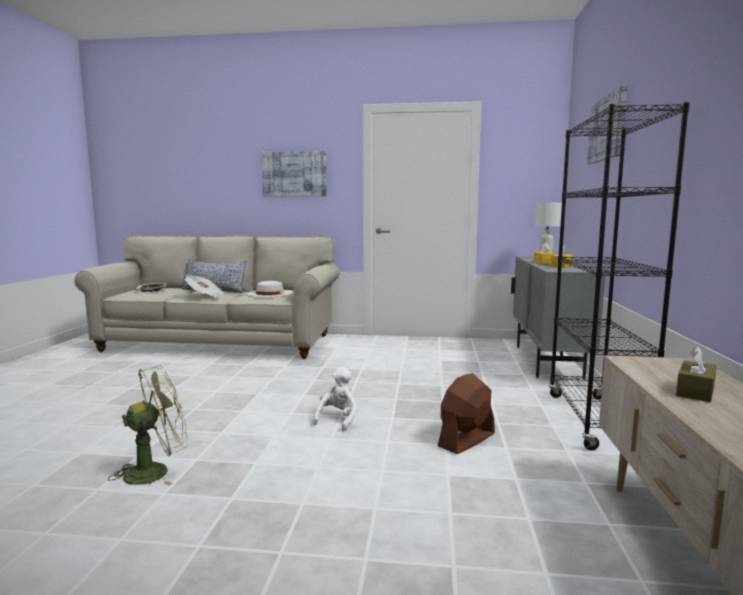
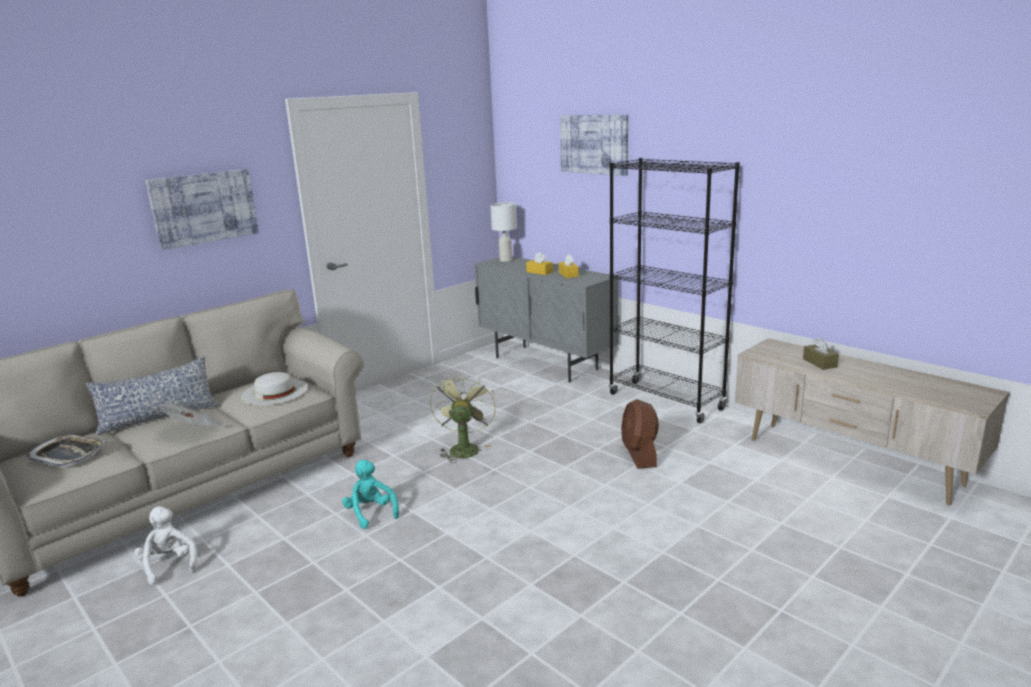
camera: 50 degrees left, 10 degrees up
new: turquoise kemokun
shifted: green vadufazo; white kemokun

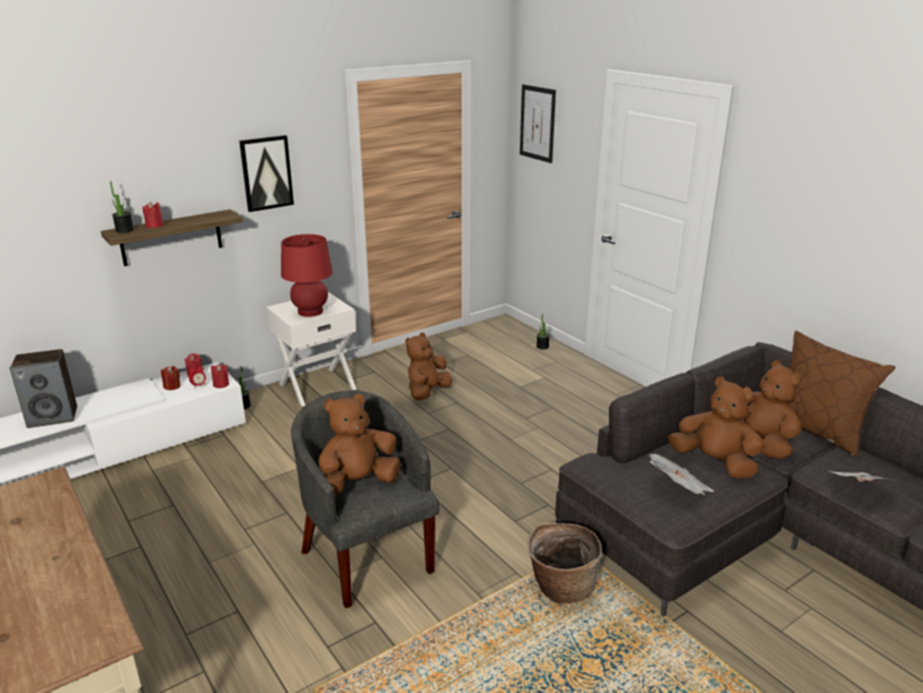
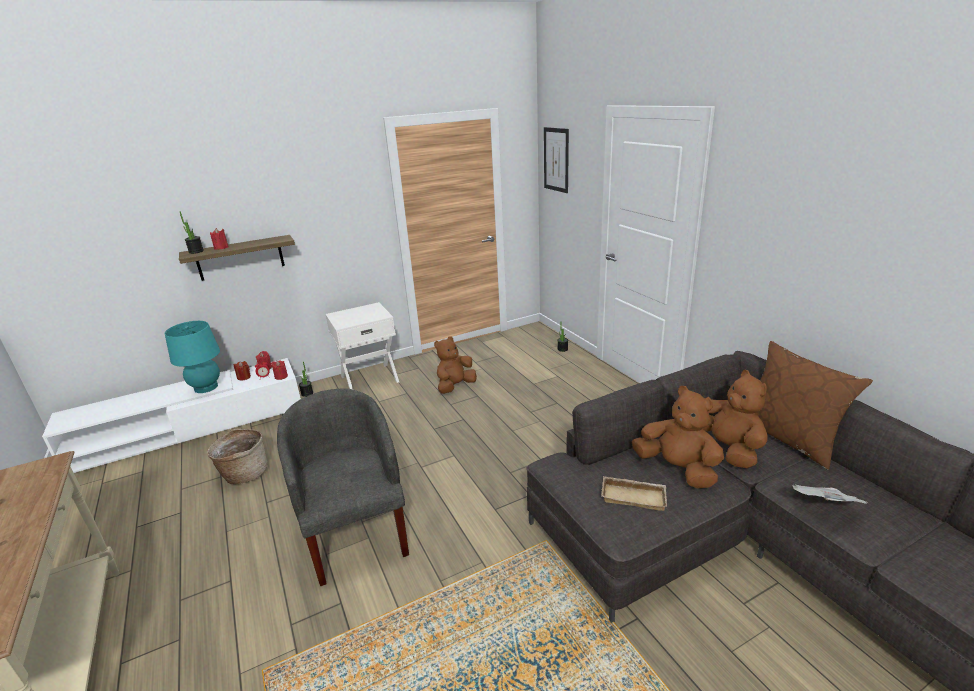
camera: 10 degrees right, 0 degrees up
gone: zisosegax (no. 1 from left); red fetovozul; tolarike; brown kemokun (no. 1 from left)
new: turquoise fetovozul
shifted: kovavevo
swapped: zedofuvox (no. 1 from left) to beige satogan

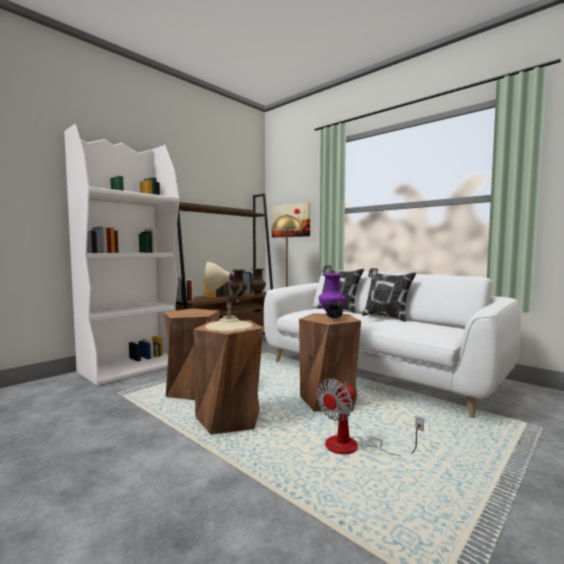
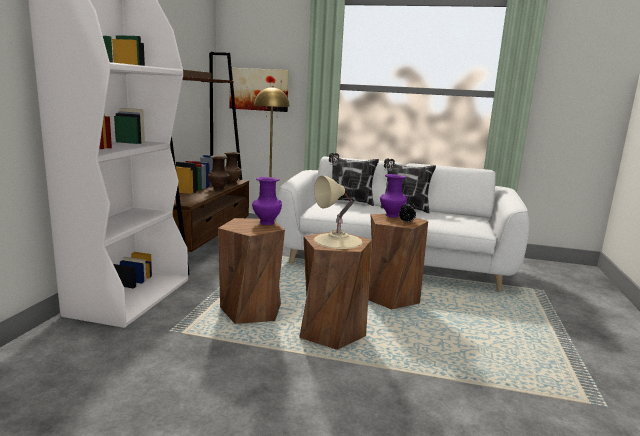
camera: 30 degrees left, 10 degrees up
gone: vadufazo
new: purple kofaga (no. 1 from left)

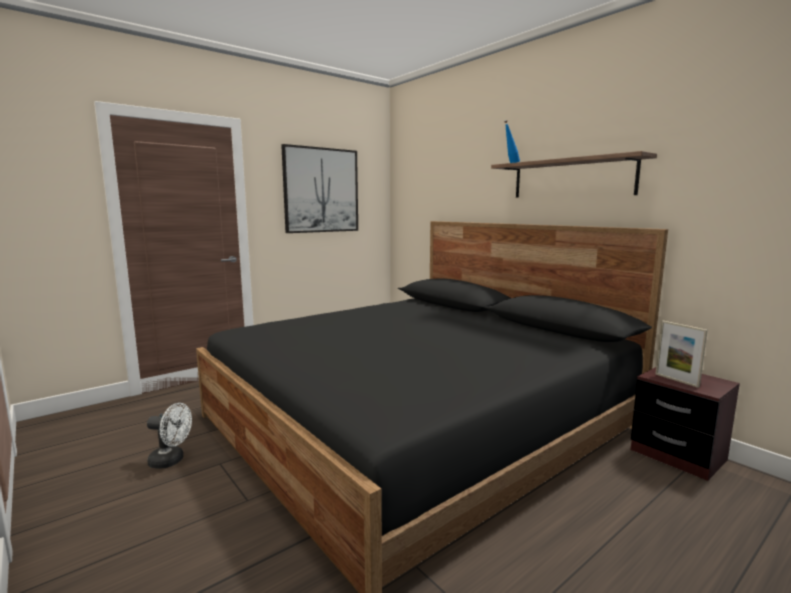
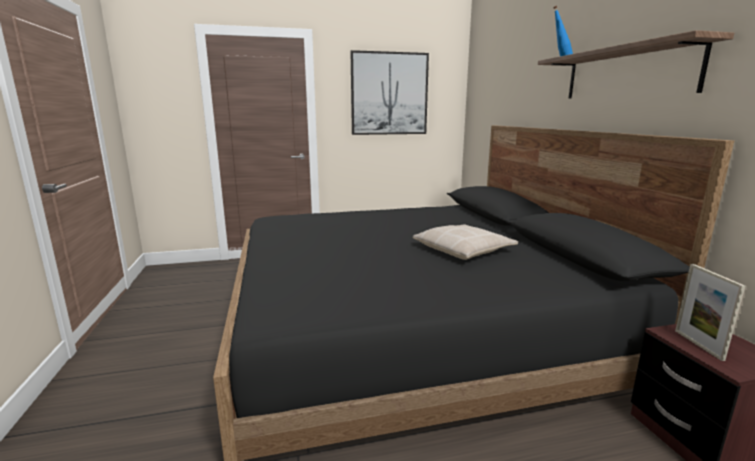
camera: 25 degrees right, 5 degrees up
gone: white vadufazo
new: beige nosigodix

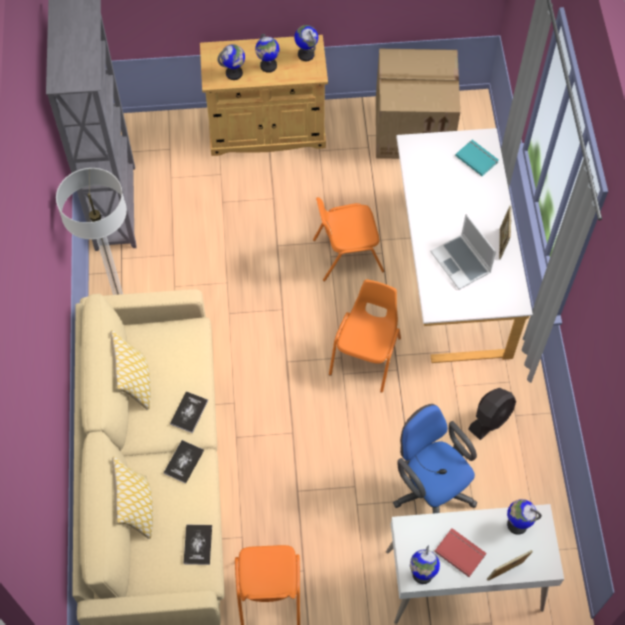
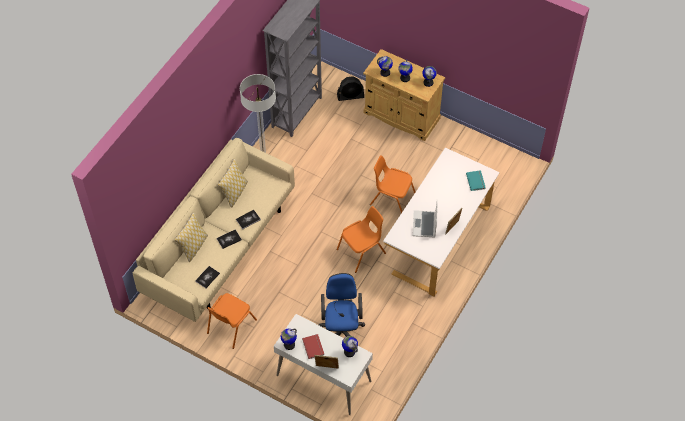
camera: 35 degrees right, 5 degrees down
gone: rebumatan
shifted: black vadufazo

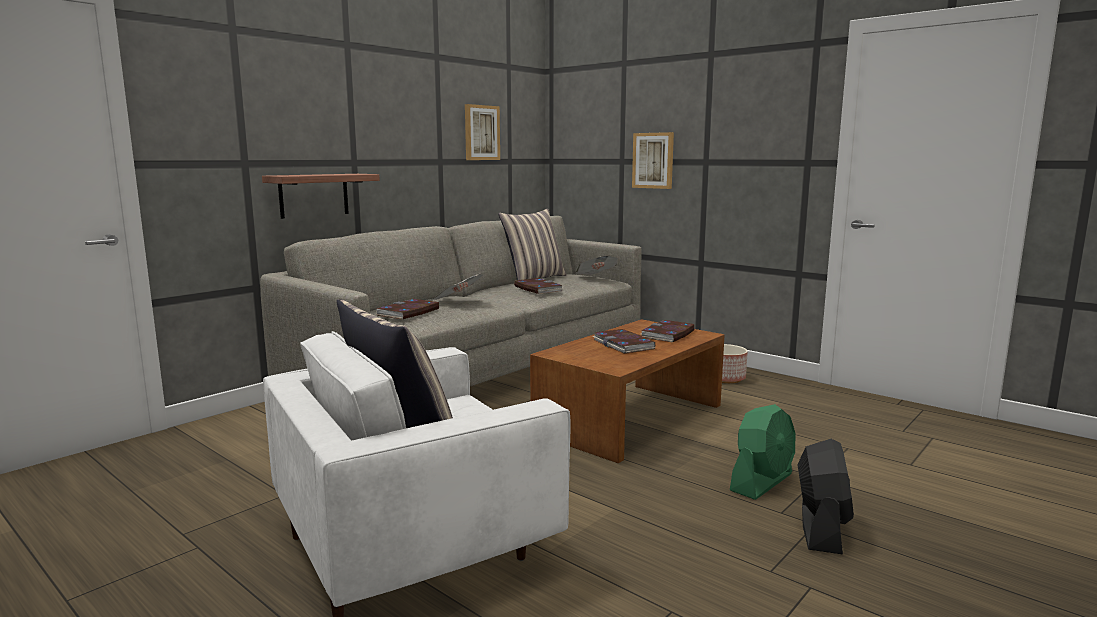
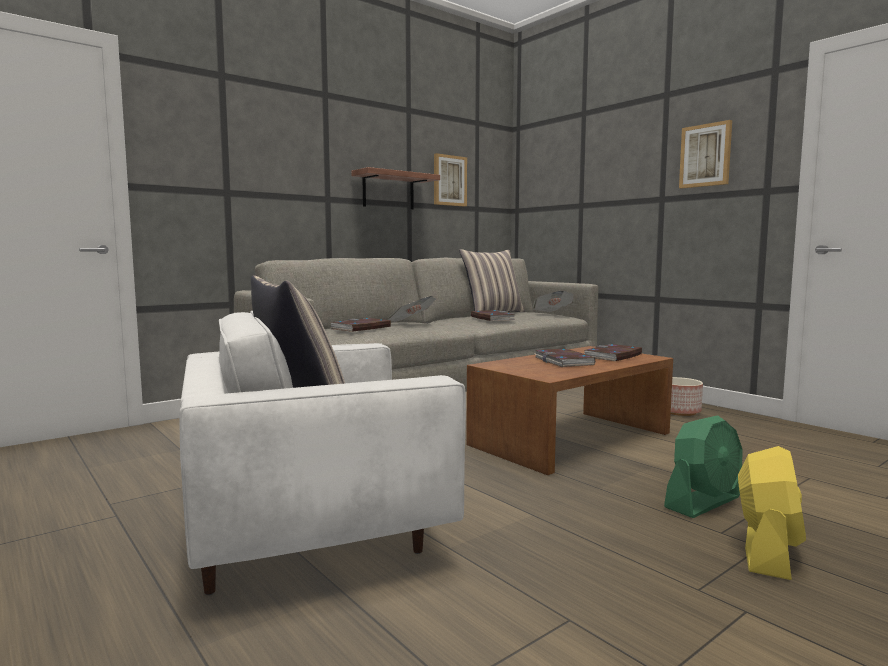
camera: 10 degrees right, 5 degrees down
shifted: zisosegax (no. 2 from left); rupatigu
repainted: black vadufazo to yellow vadufazo

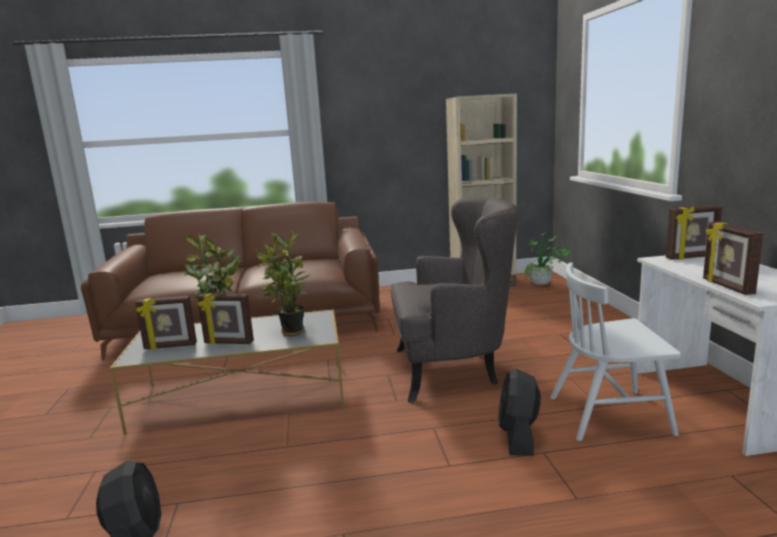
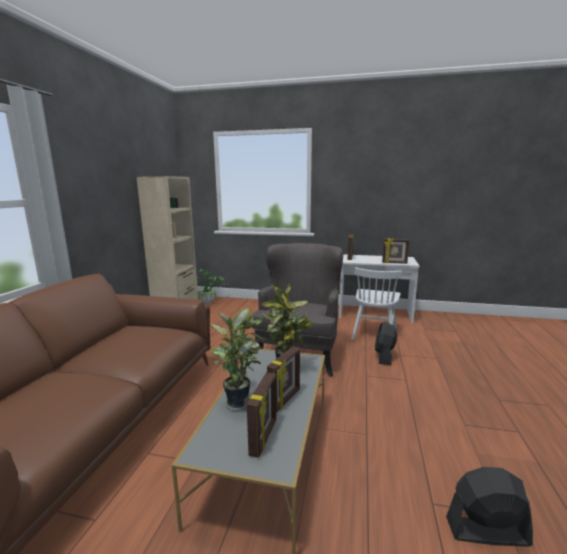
camera: 70 degrees left, 0 degrees up
rotated: black vadufazo (no. 2 from left in the first image) 75 degrees clockwise

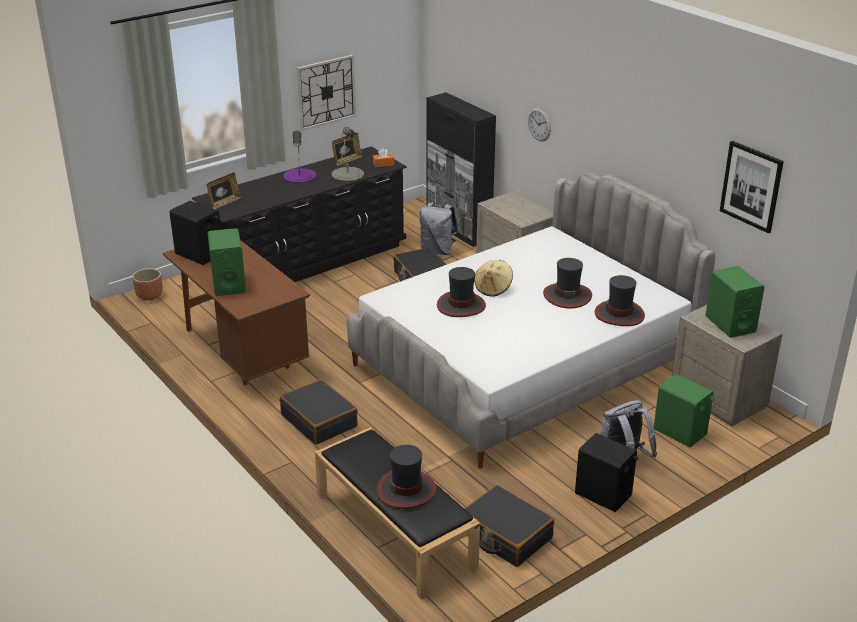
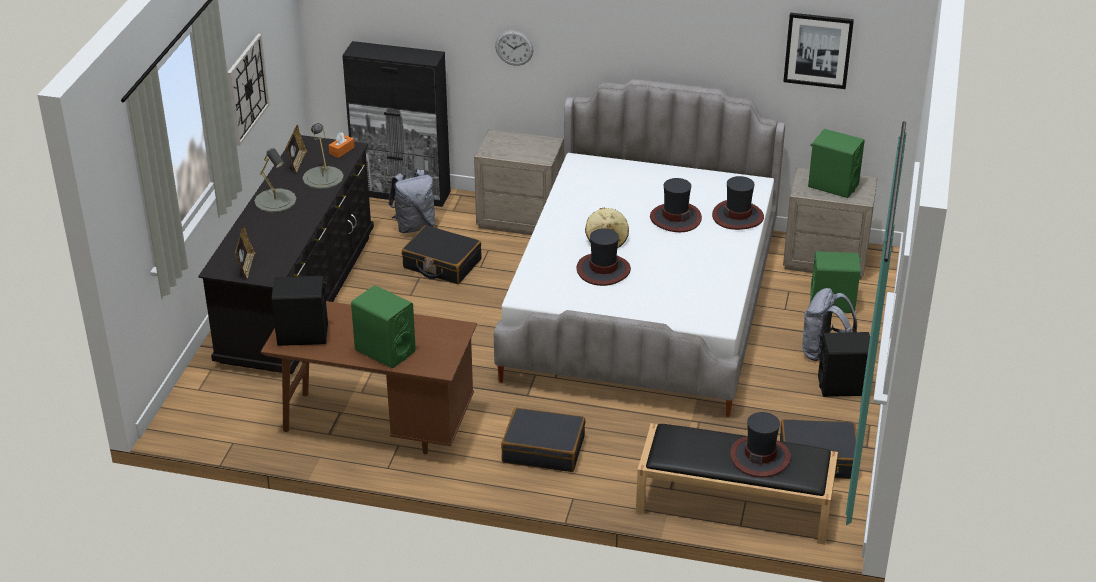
camera: 40 degrees left, 5 degrees up
gone: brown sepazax
repainted: purple fetovozul to grey fetovozul (no. 1 from left)

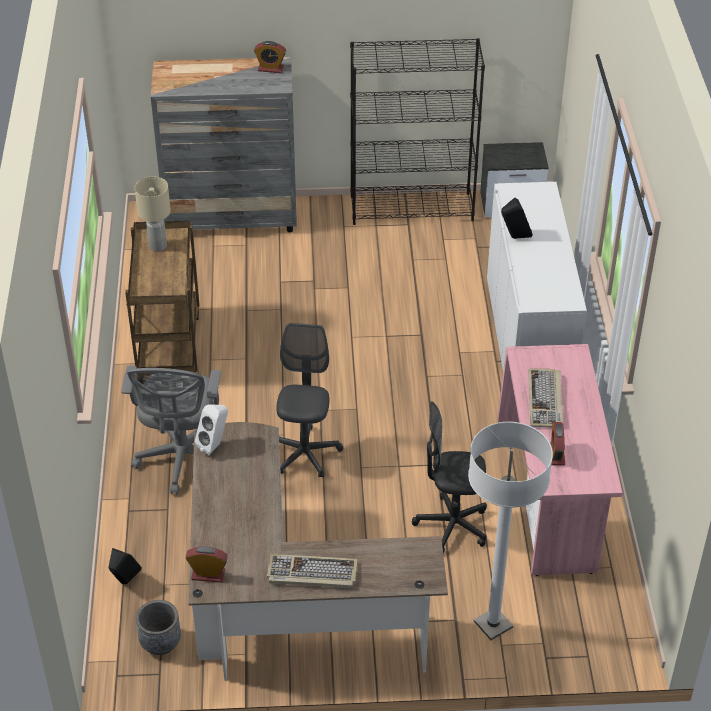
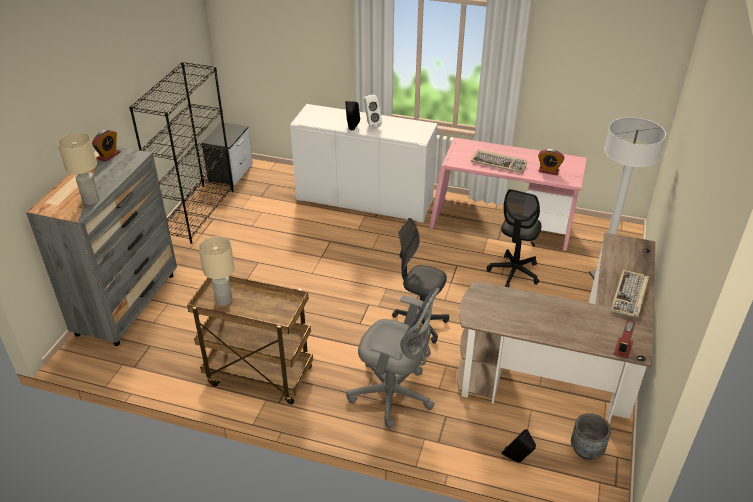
camera: 70 degrees left, 5 degrees down
new: beige fetovozul (no. 1 from left)
shifted: white tolarike

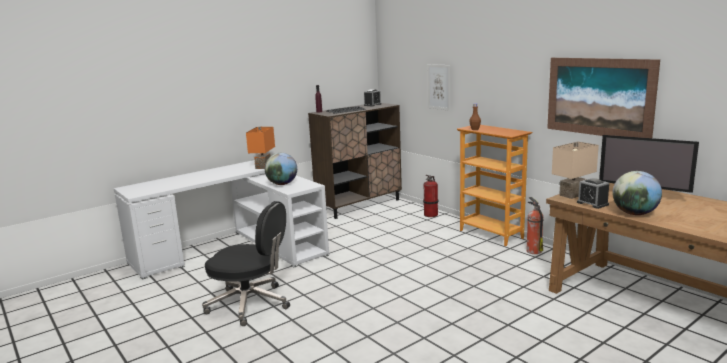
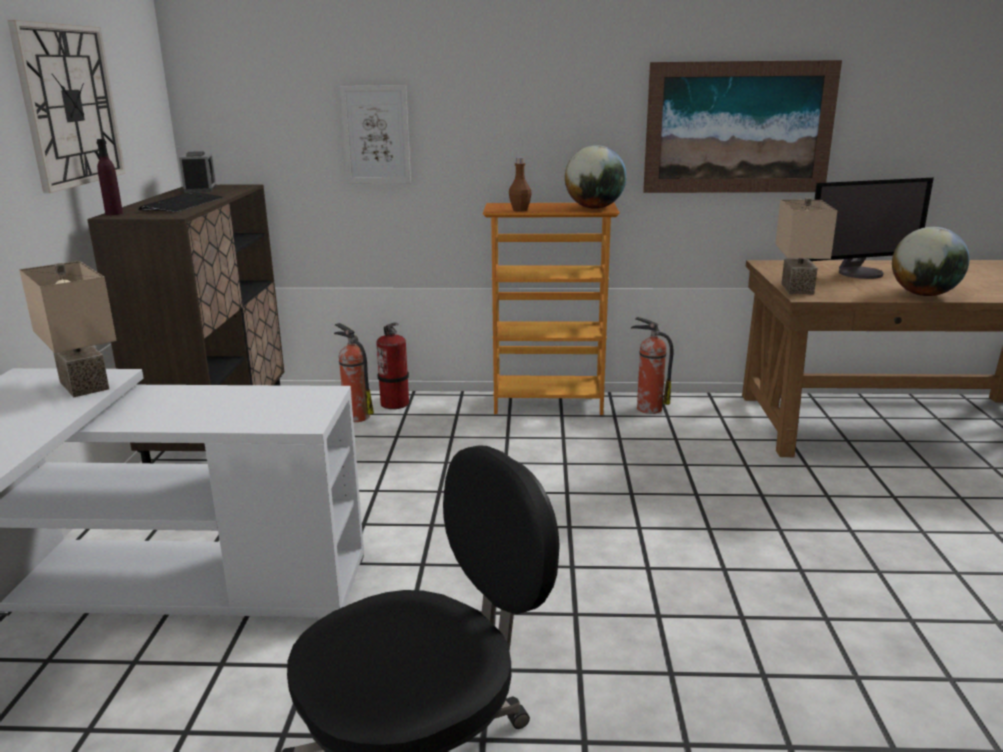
camera: 50 degrees left, 5 degrees up
gone: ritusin (no. 2 from left)
new: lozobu; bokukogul (no. 1 from left)
shifted: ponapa (no. 1 from left)
repainted: orange fetovozul to beige fetovozul (no. 1 from left)

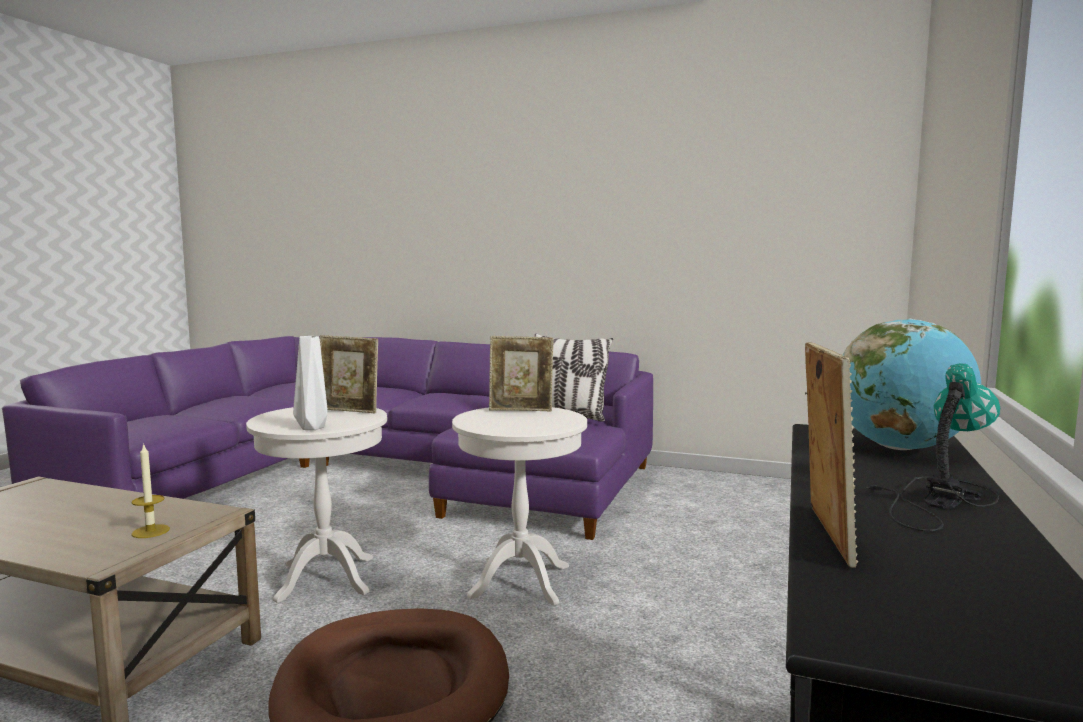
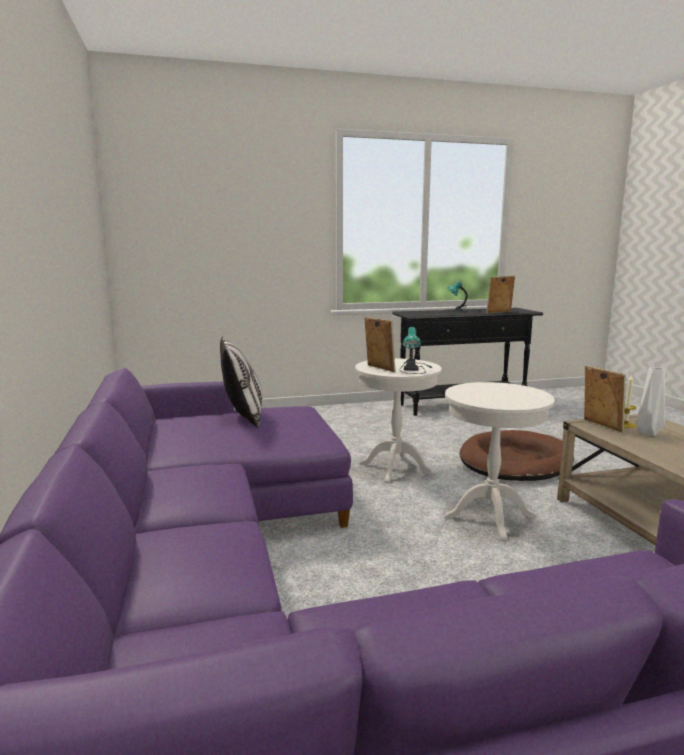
camera: 125 degrees left, 5 degrees up
gone: ponapa
new: fetovozul (no. 1 from left)
shifted: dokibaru (no. 1 from left in the first image) to dokibaru (no. 3 from left); white kofaga

